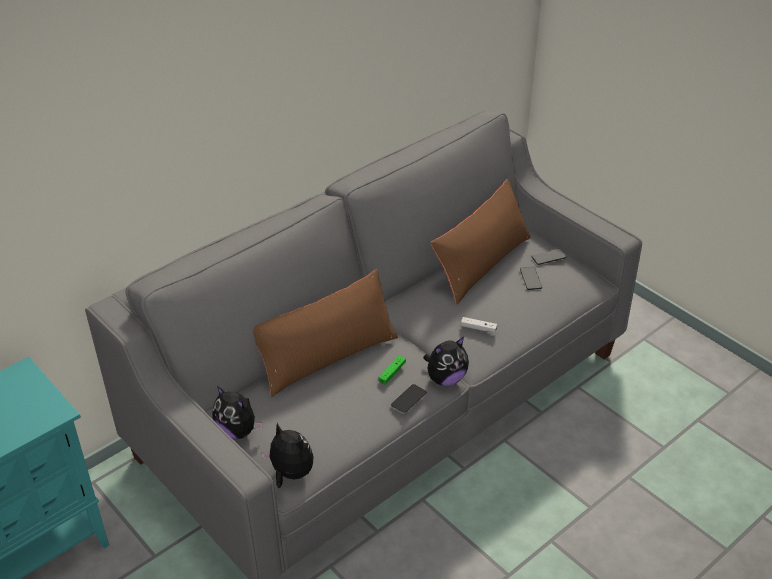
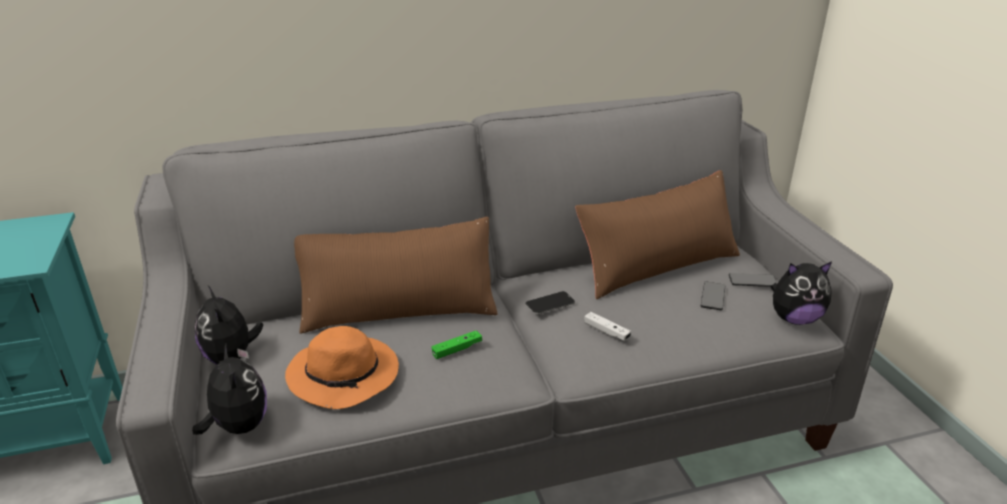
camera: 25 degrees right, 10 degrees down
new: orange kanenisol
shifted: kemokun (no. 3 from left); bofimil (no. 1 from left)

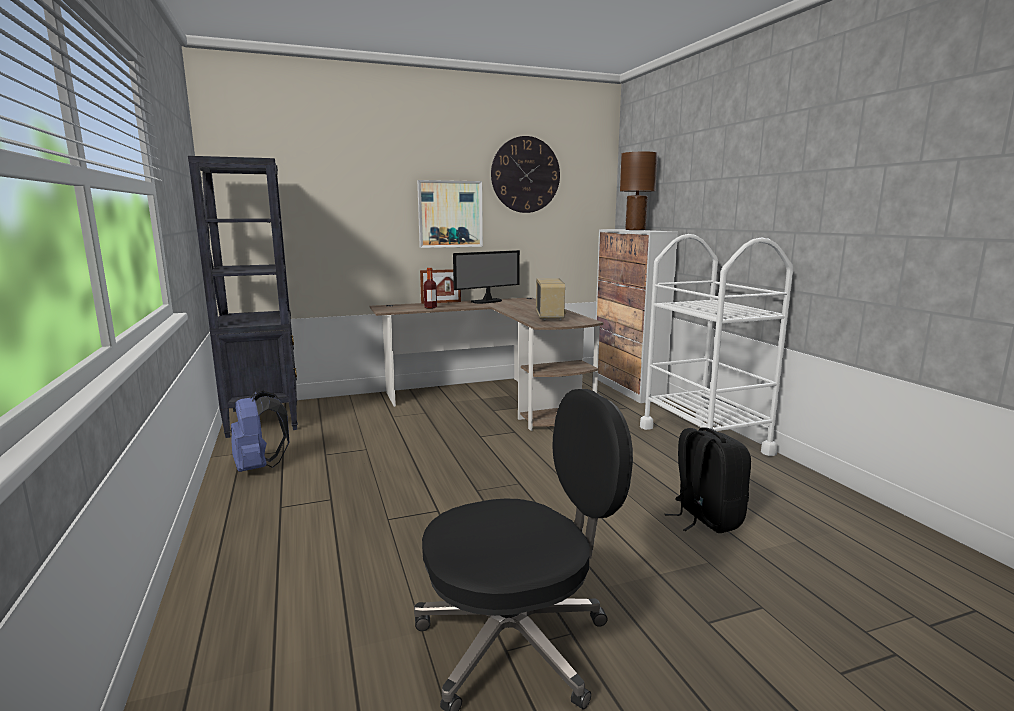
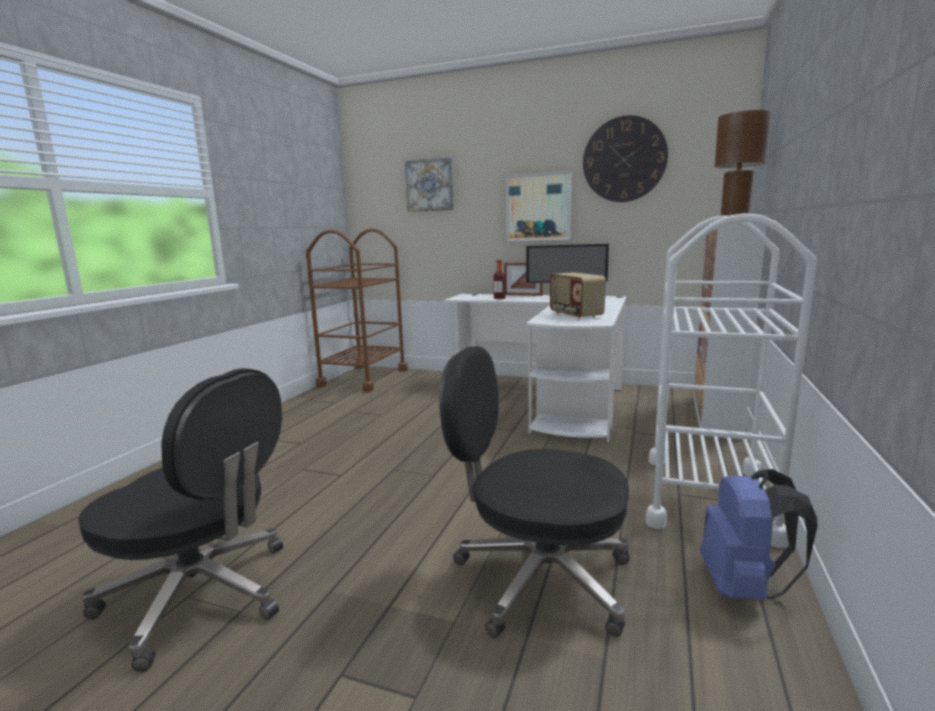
camera: 40 degrees right, 0 degrees up
new: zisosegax (no. 1 from left)
shifted: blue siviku
swapped: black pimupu to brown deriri; black siviku to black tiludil (no. 2 from left)
repainted: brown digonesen to white digonesen
rotated: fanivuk 120 degrees clockwise

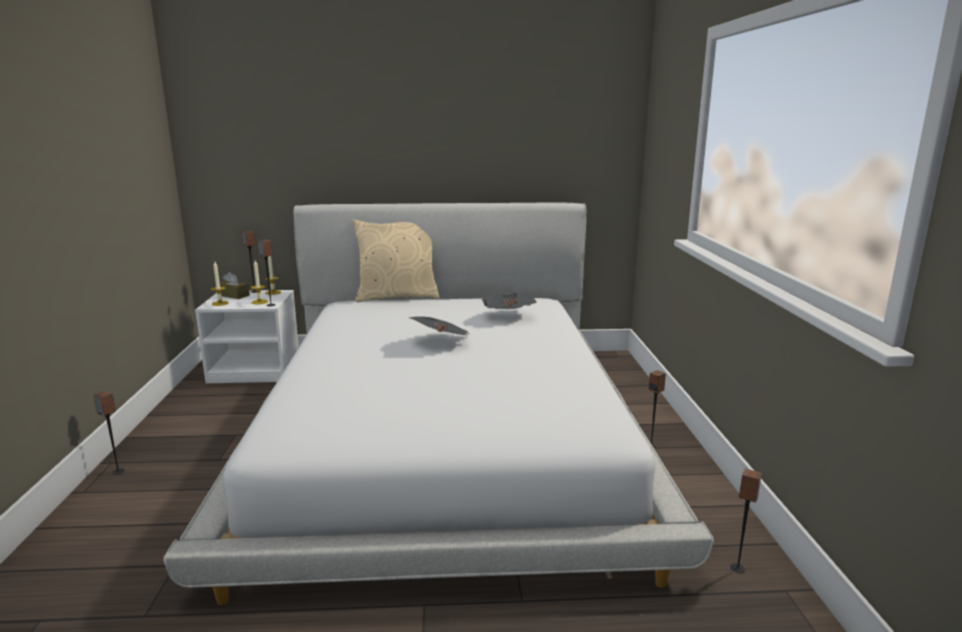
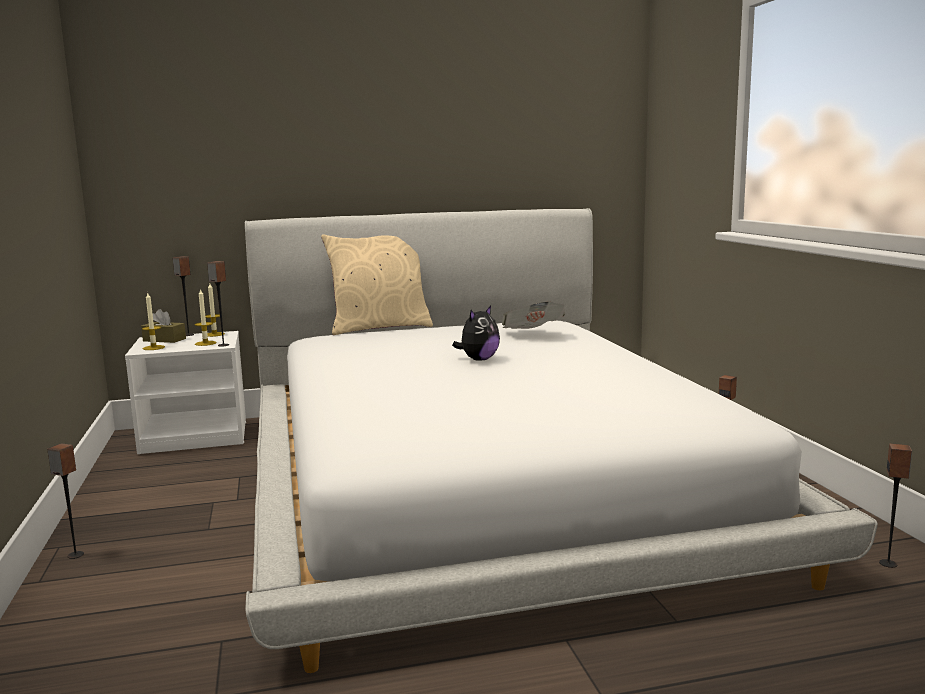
camera: 10 degrees left, 5 degrees down
swapped: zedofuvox (no. 1 from left) to kemokun

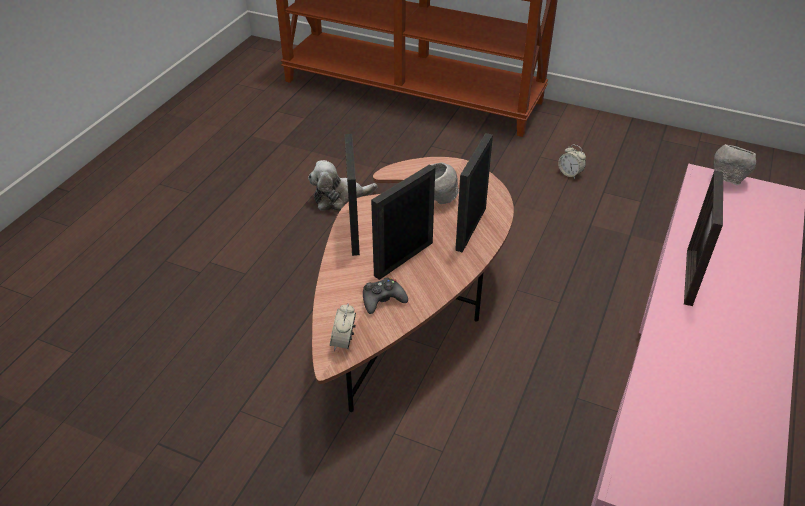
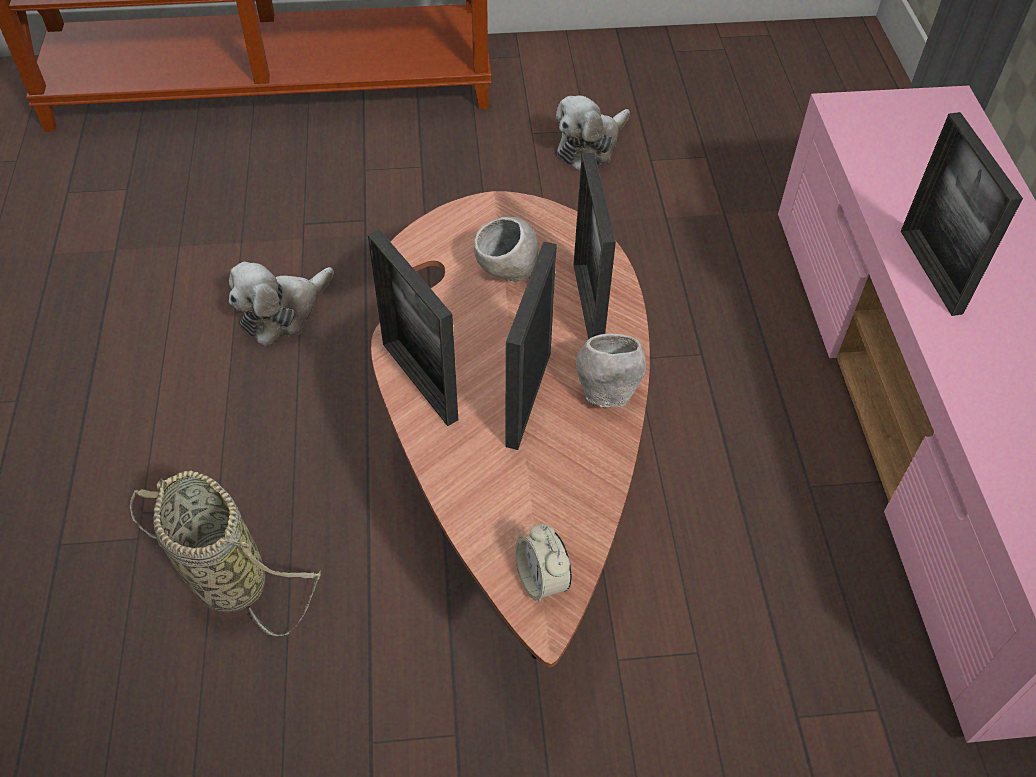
camera: 30 degrees left, 10 degrees up
gone: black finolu
new: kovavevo
shifted: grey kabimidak (no. 2 from left)
swapped: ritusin (no. 2 from left) to kemokun (no. 2 from left)

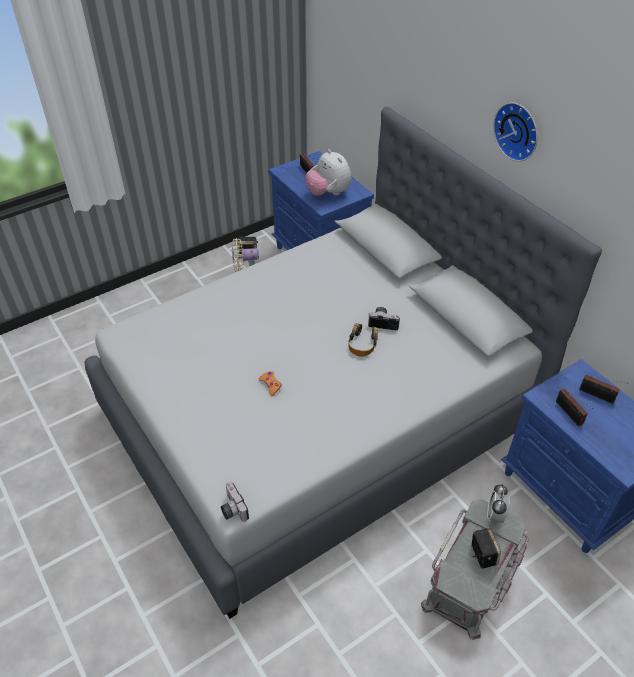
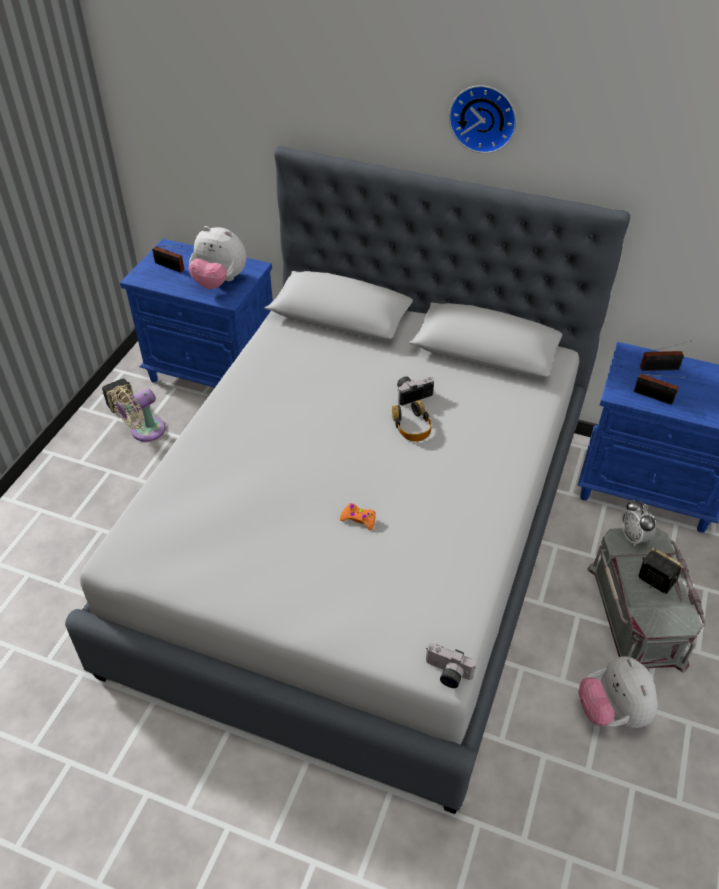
camera: 35 degrees left, 0 degrees up
new: kemokun (no. 2 from left)

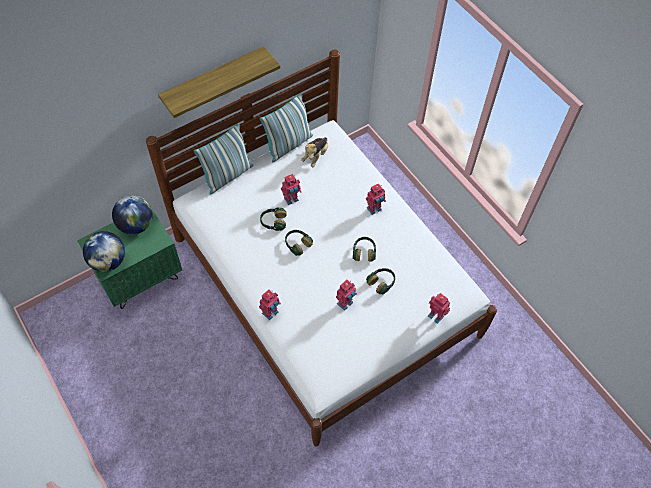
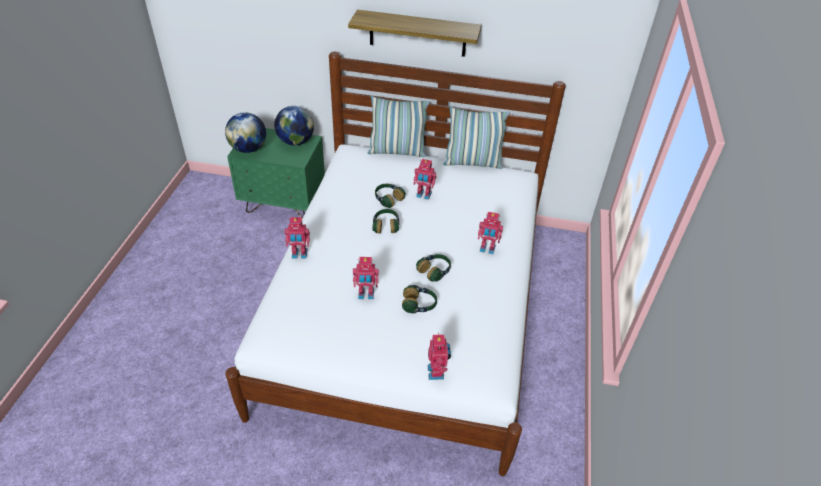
camera: 45 degrees right, 15 degrees down
gone: kemokun

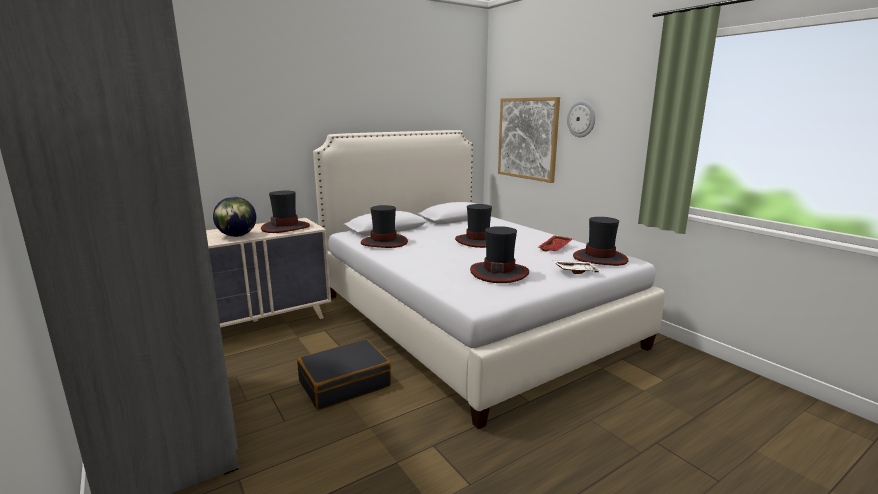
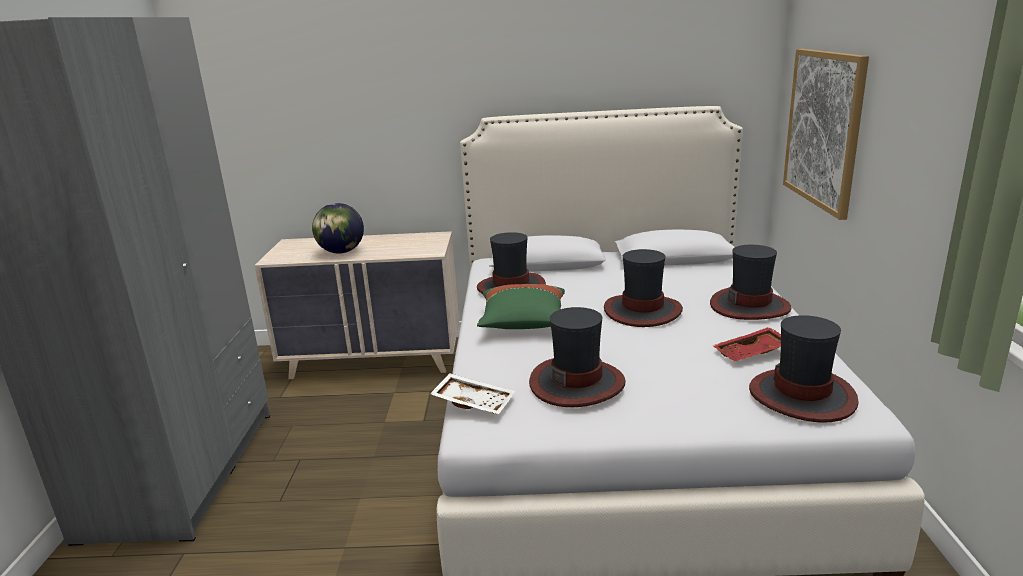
camera: 35 degrees right, 5 degrees up
gone: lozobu; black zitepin
new: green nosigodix
shifted: kanenisol (no. 1 from left in the first image) to kanenisol (no. 4 from left); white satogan

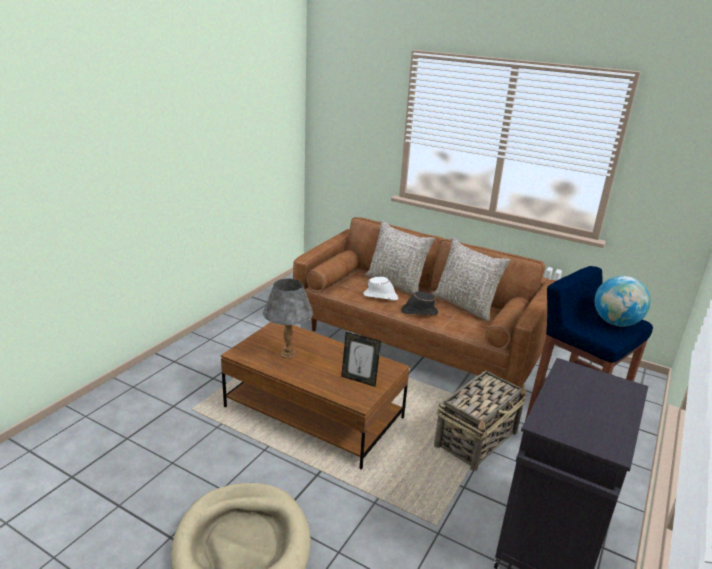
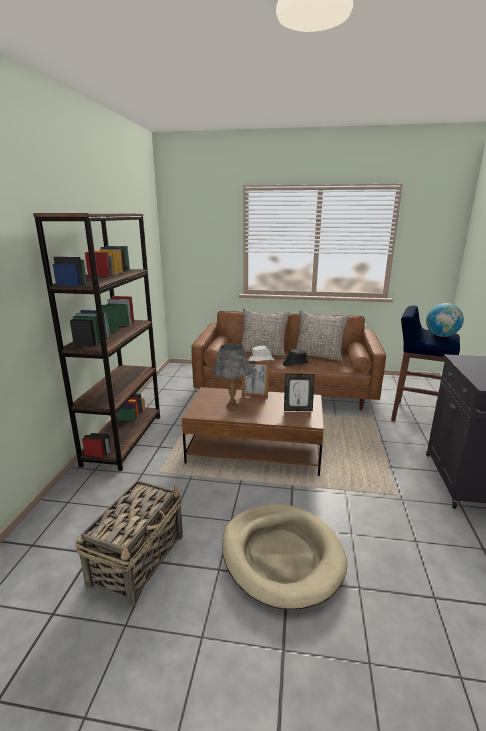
camera: 20 degrees left, 5 degrees down
new: brown pimupu; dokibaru (no. 1 from left)
shifted: kovavevo

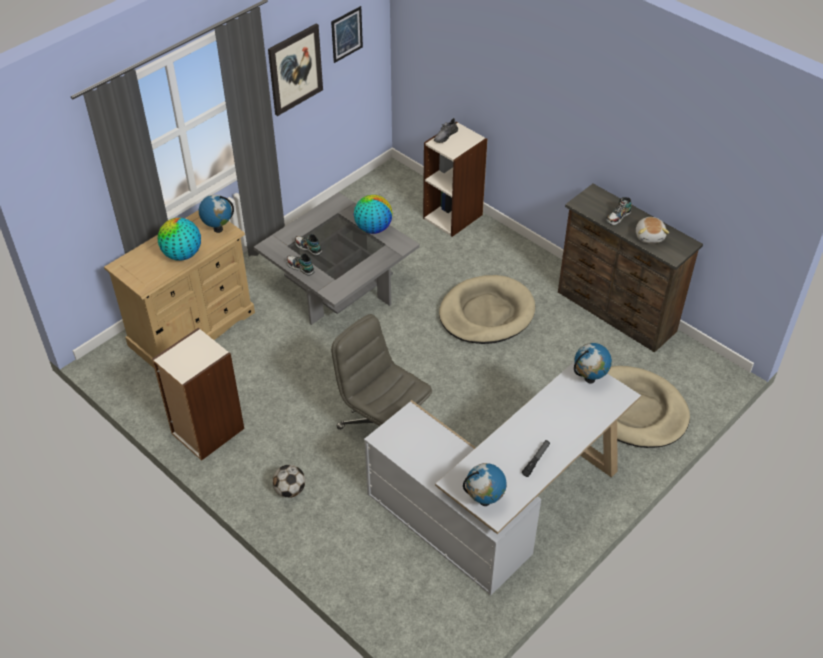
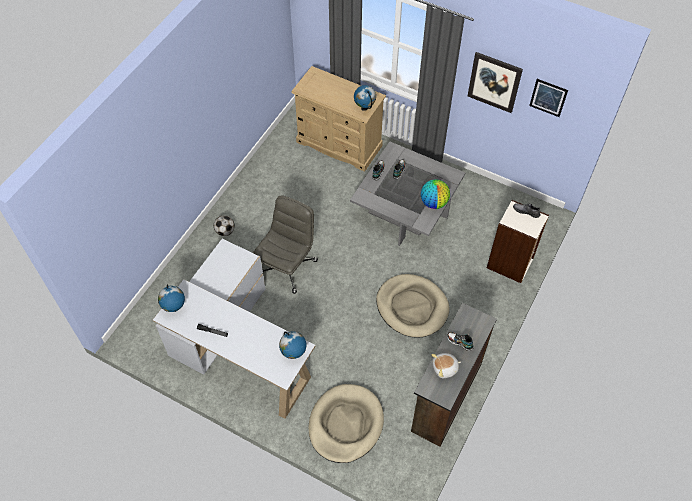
camera: 75 degrees right, 10 degrees up
gone: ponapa (no. 1 from left); pimupu (no. 1 from left)

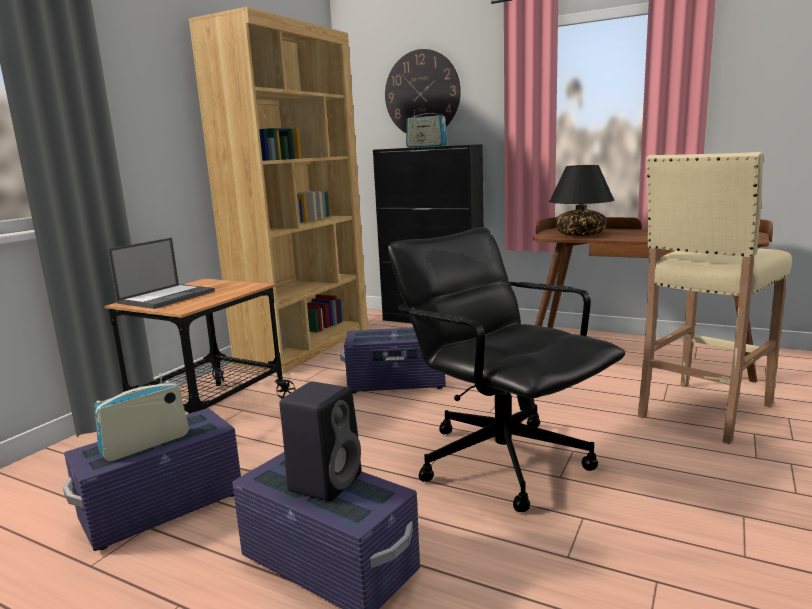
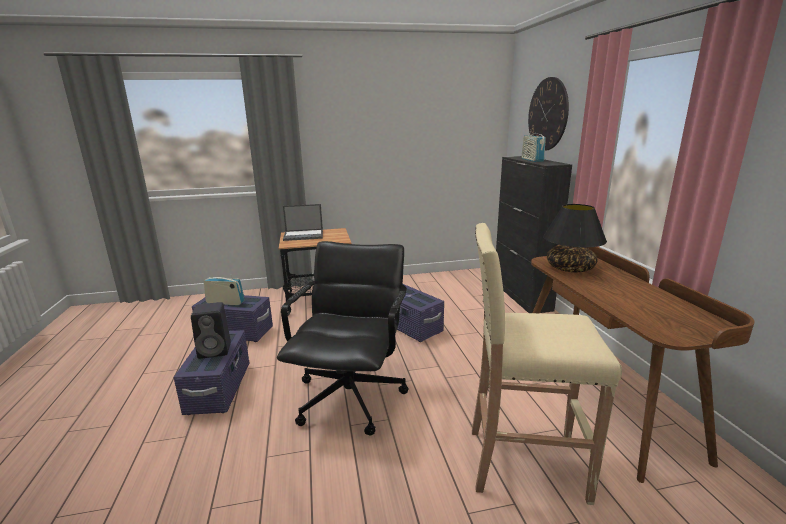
camera: 50 degrees right, 5 degrees up
gone: brown pimupu

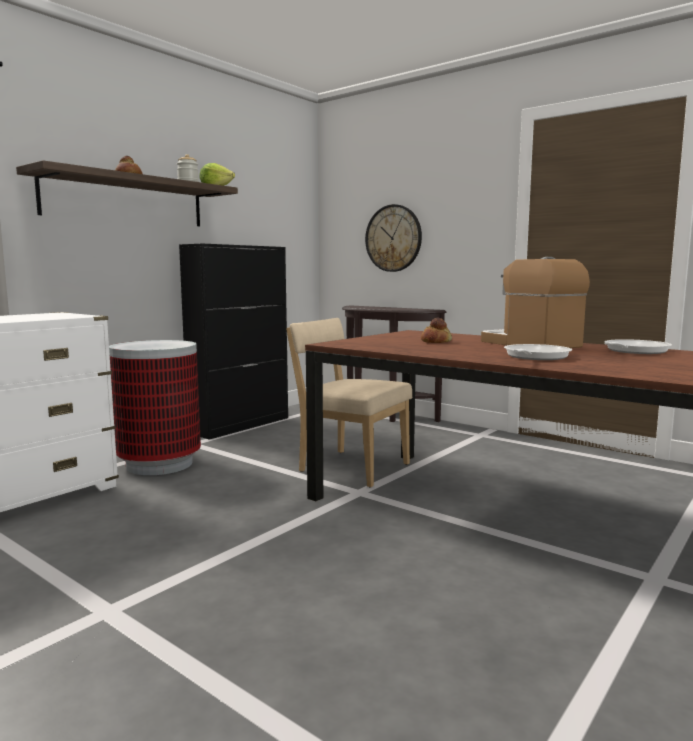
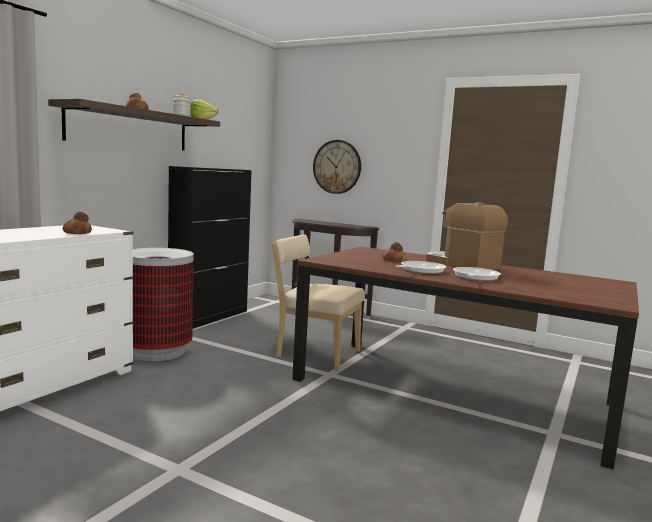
camera: 10 degrees left, 0 degrees up
new: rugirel (no. 1 from left)
shifted: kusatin (no. 2 from left in the first image) to kusatin (no. 1 from left)

